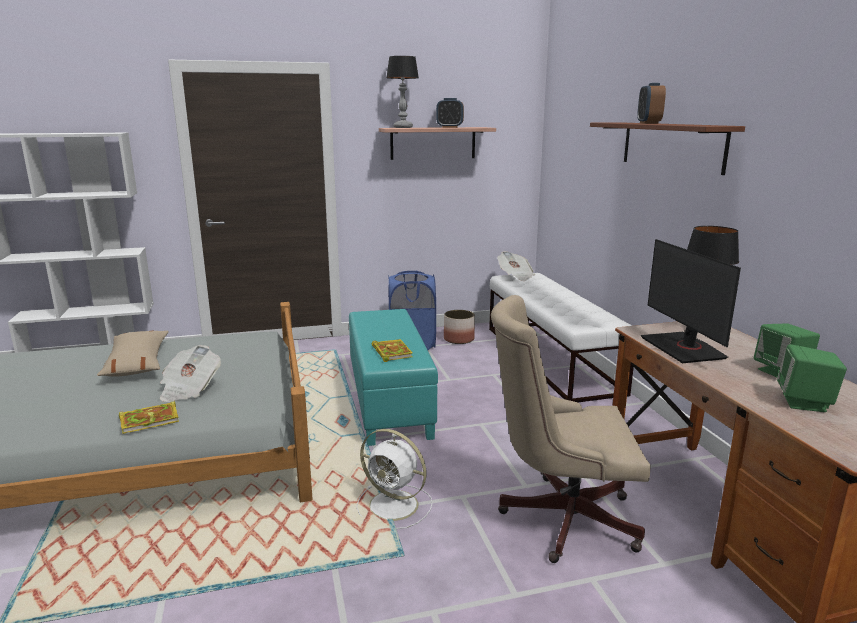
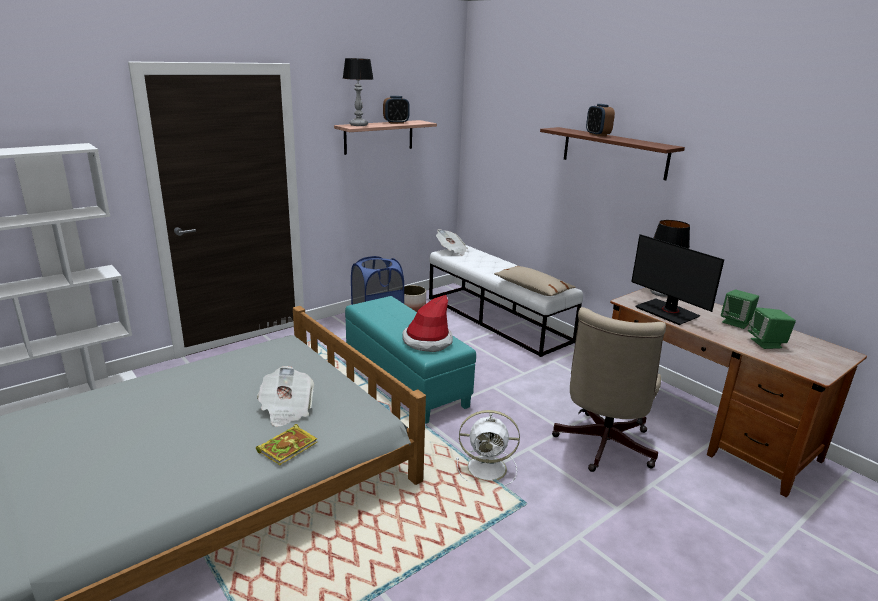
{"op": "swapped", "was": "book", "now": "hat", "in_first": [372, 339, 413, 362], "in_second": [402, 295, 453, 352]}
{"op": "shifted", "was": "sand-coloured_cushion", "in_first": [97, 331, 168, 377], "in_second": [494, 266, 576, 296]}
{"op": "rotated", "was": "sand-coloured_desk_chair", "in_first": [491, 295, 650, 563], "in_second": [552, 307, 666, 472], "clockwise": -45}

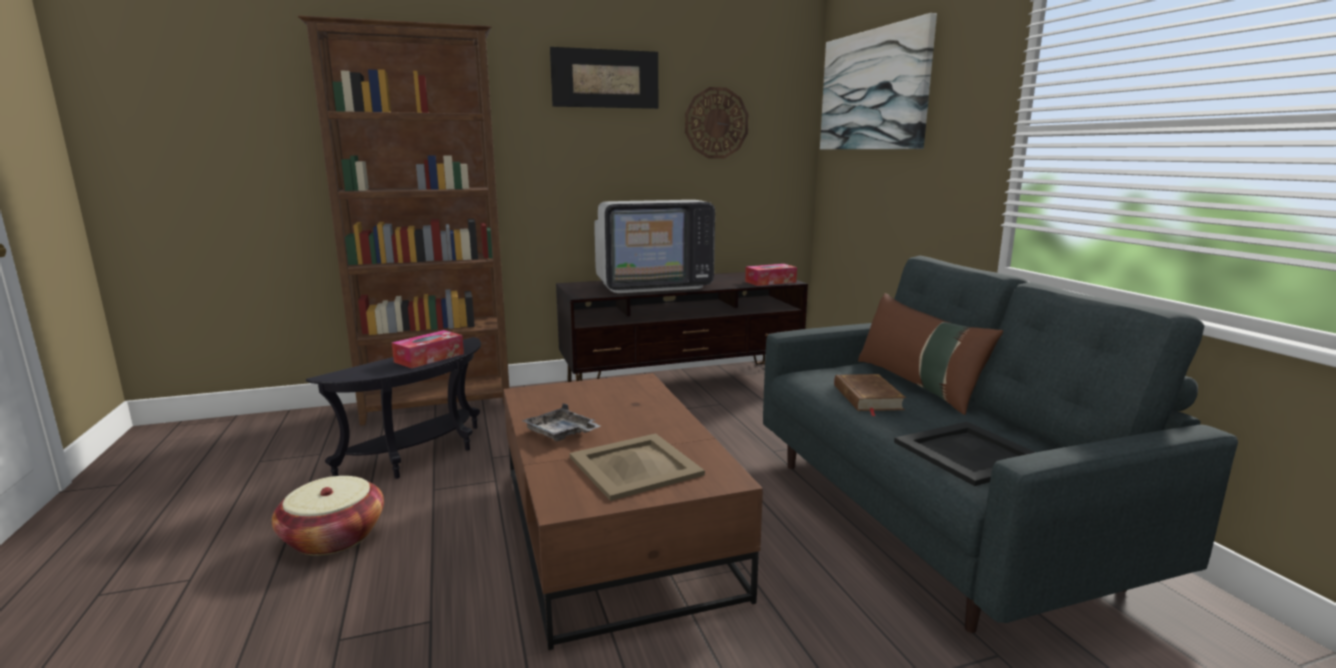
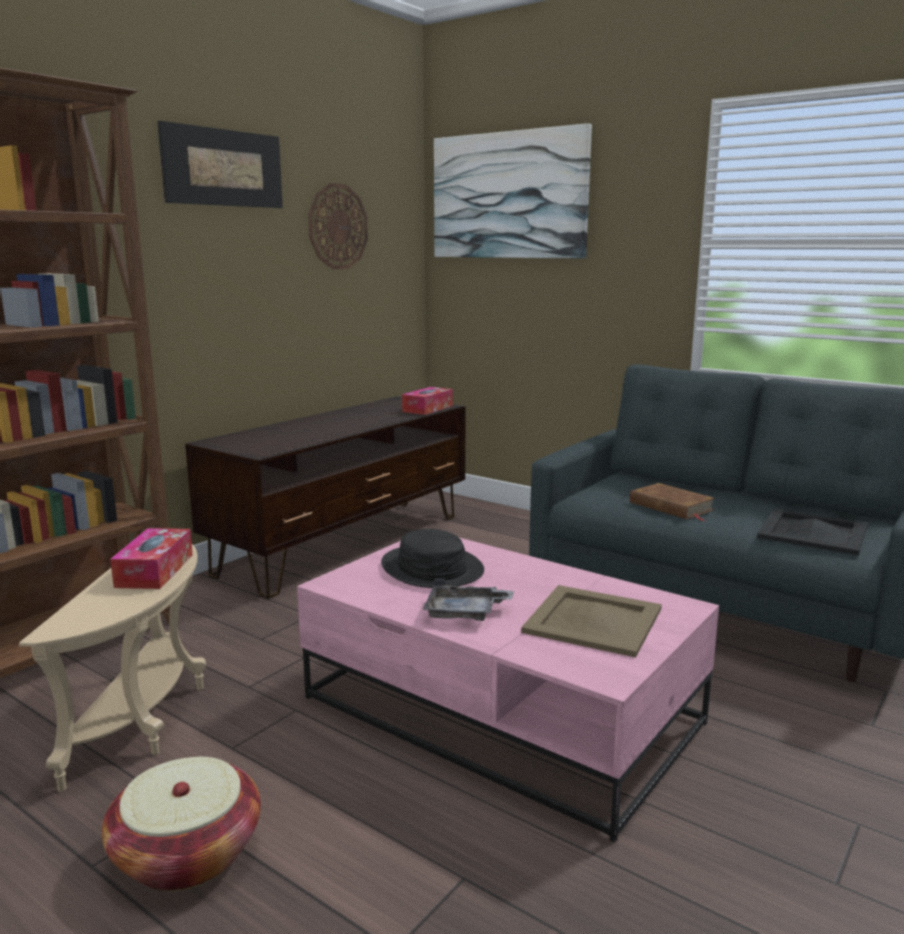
{"op": "repainted", "was": "blackish_side_table", "now": "sand-coloured_side_table", "in_first": [306, 337, 481, 479], "in_second": [19, 544, 206, 792]}
{"op": "repainted", "was": "brown_lounge_table", "now": "pink-coloured_lounge_table", "in_first": [503, 373, 763, 650], "in_second": [297, 538, 719, 842]}
{"op": "new", "now": "blackish_hat", "in_second": [381, 529, 484, 588]}
{"op": "gone", "was": "TV", "in_first": [594, 200, 715, 293]}
{"op": "gone", "was": "brown_cushion", "in_first": [858, 293, 1003, 415]}

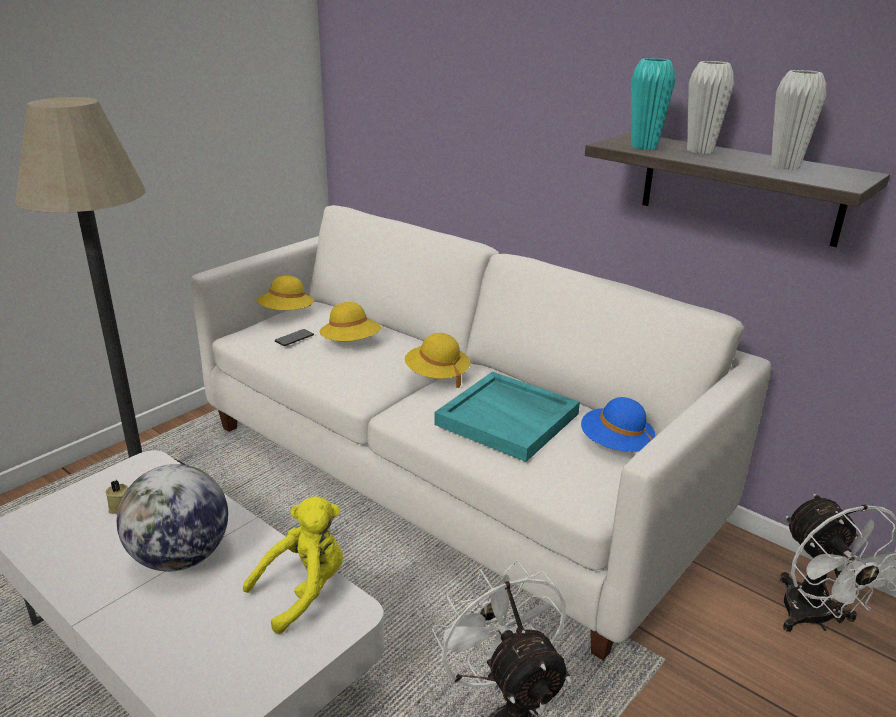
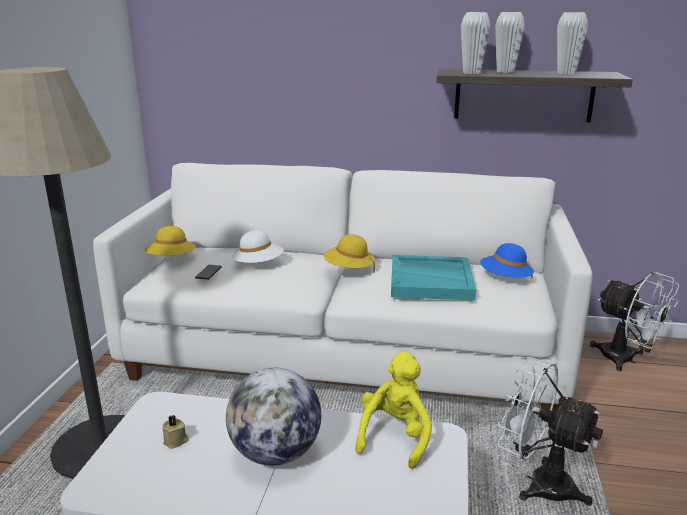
{"op": "repainted", "was": "yellow_hat", "now": "white_hat", "in_first": [319, 302, 381, 341], "in_second": [232, 230, 284, 263]}
{"op": "repainted", "was": "turquoise-coloured_vase", "now": "white_vase", "in_first": [631, 58, 675, 150], "in_second": [461, 12, 491, 74]}

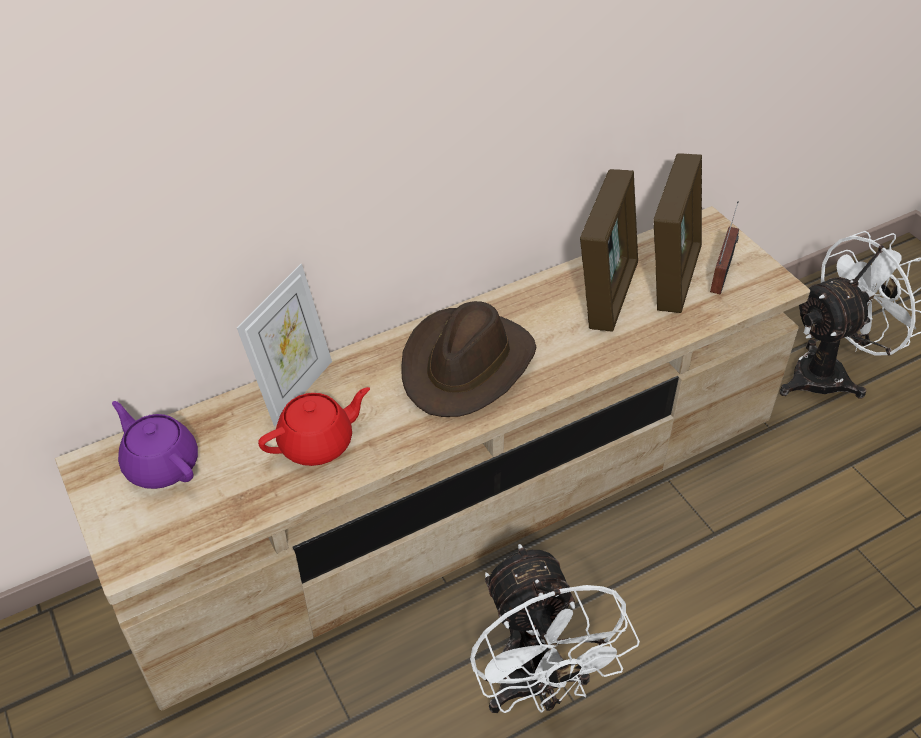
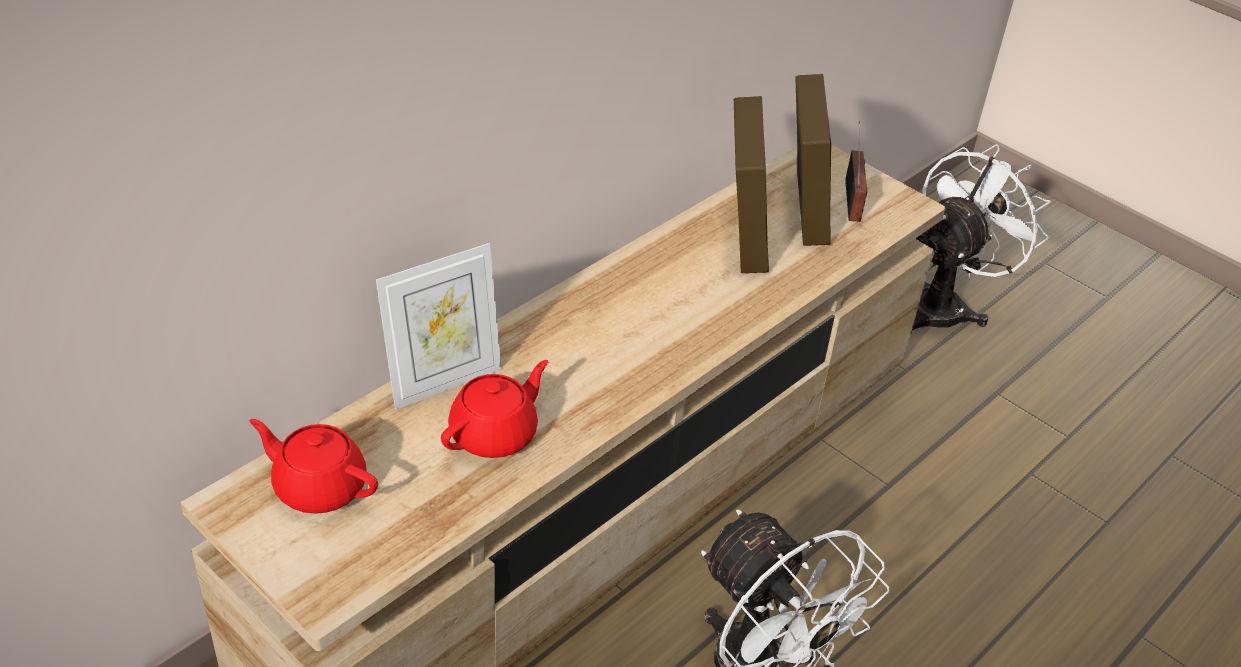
{"op": "repainted", "was": "purplish_tea_pot", "now": "red-coloured_tea_pot", "in_first": [112, 401, 198, 489], "in_second": [249, 419, 378, 514]}
{"op": "rotated", "was": "photo_frame", "in_first": [237, 264, 332, 426], "in_second": [376, 243, 502, 409], "clockwise": 45}
{"op": "gone", "was": "brown_hat", "in_first": [401, 301, 536, 417]}

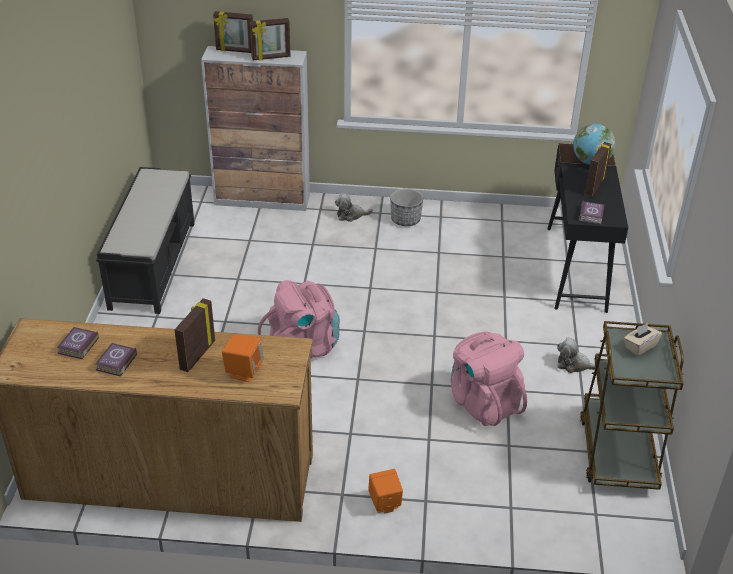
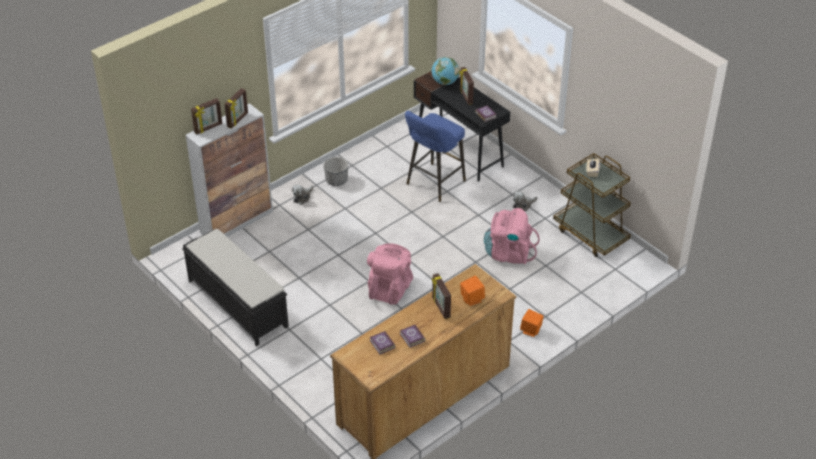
{"op": "new", "now": "blue-coloured_stool_seat", "in_second": [405, 111, 466, 202]}

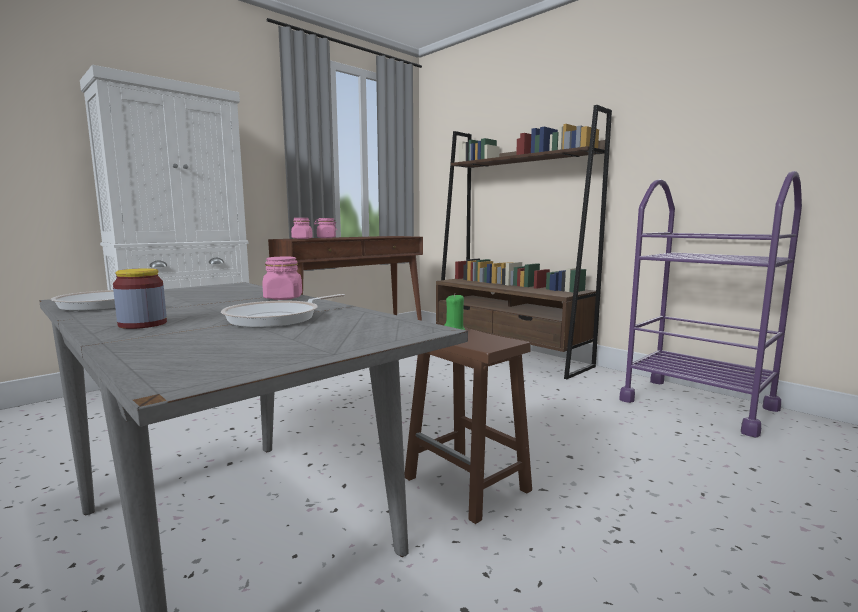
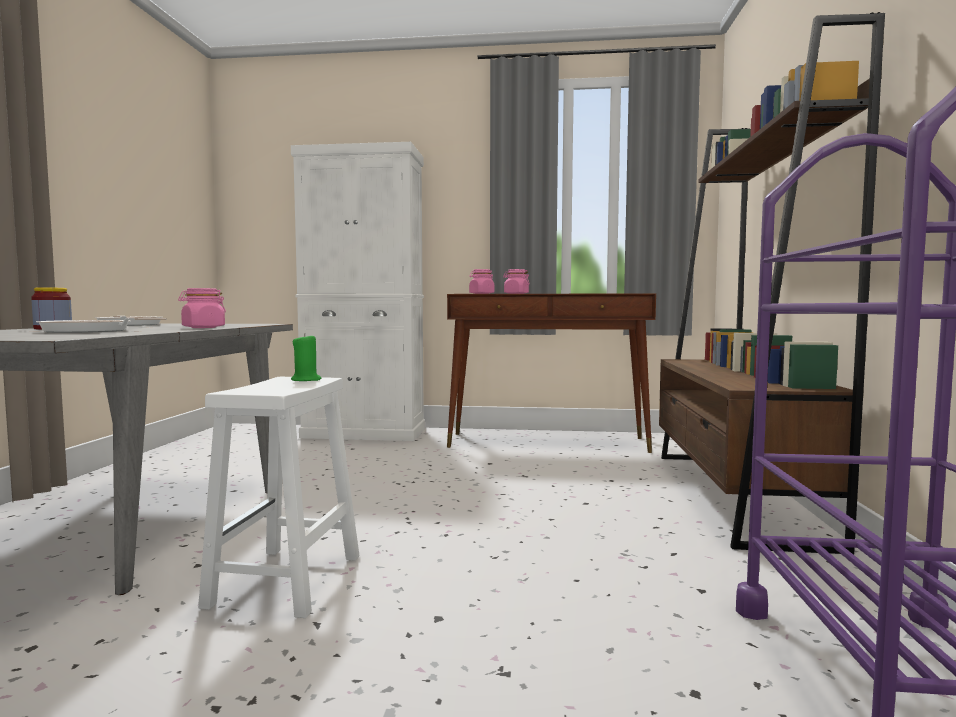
{"op": "repainted", "was": "brown_stool_seat", "now": "white_stool_seat", "in_first": [405, 327, 532, 524], "in_second": [198, 377, 359, 618]}

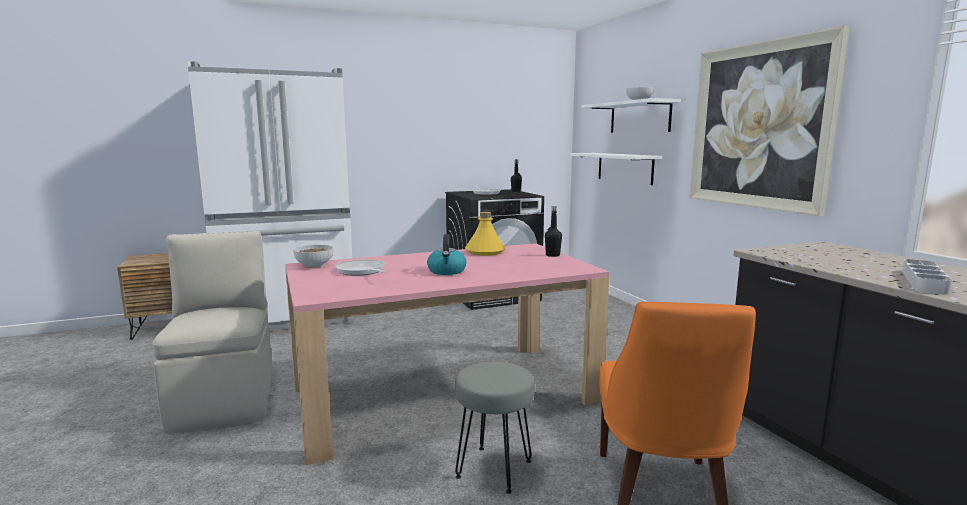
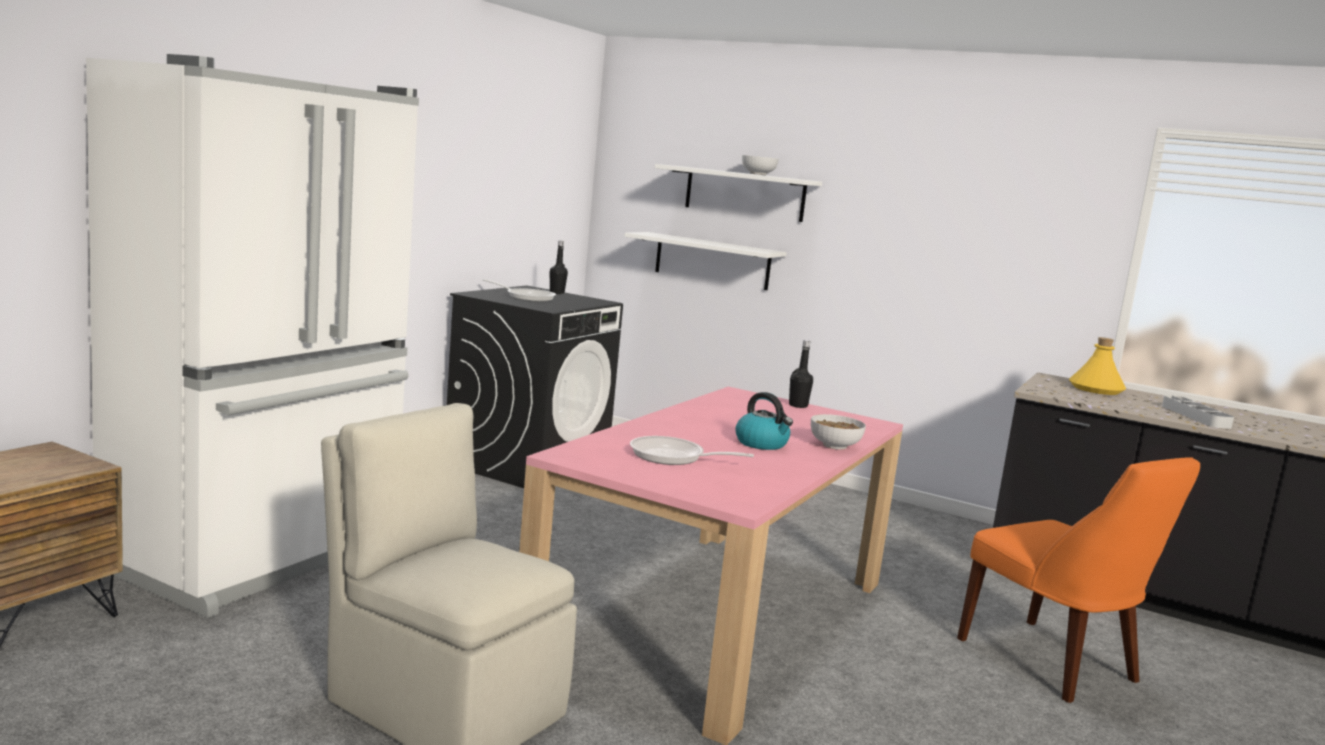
{"op": "shifted", "was": "bowl", "in_first": [293, 245, 333, 268], "in_second": [811, 414, 866, 450]}
{"op": "shifted", "was": "yellow_bottle", "in_first": [465, 212, 506, 256], "in_second": [1069, 337, 1126, 395]}
{"op": "gone", "was": "gray_stool_seat", "in_first": [455, 362, 535, 494]}
{"op": "gone", "was": "picture", "in_first": [689, 26, 849, 216]}

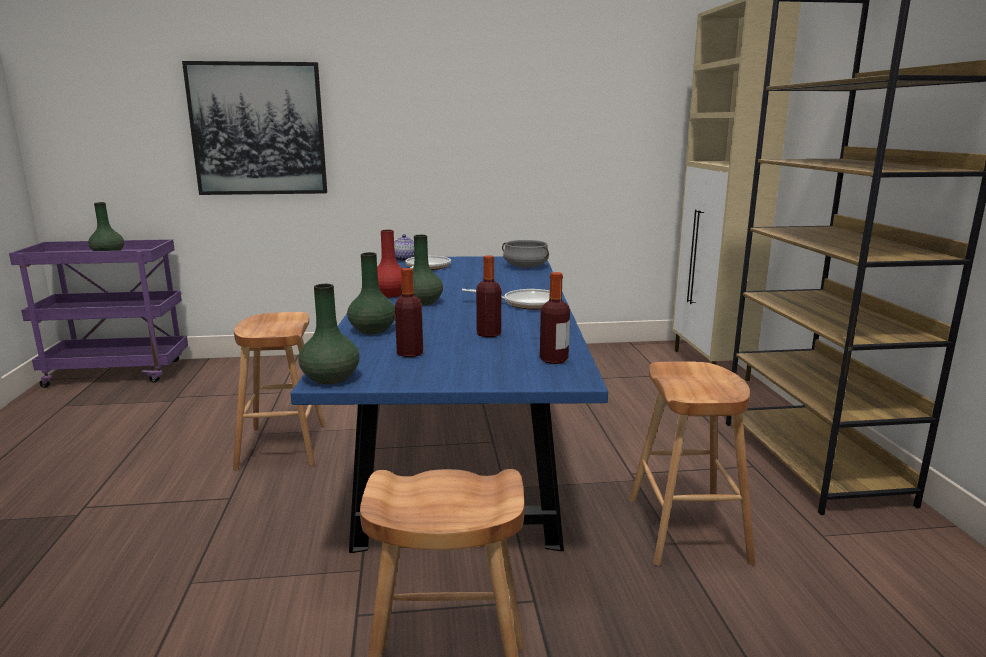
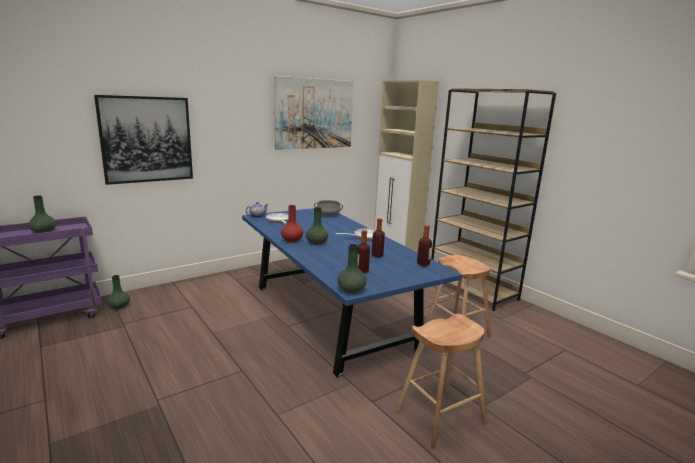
{"op": "shifted", "was": "greenish_vase", "in_first": [347, 252, 395, 334], "in_second": [107, 275, 130, 309]}
{"op": "new", "now": "picture", "in_second": [274, 76, 353, 150]}
{"op": "gone", "was": "brown_stool_seat", "in_first": [233, 312, 326, 470]}

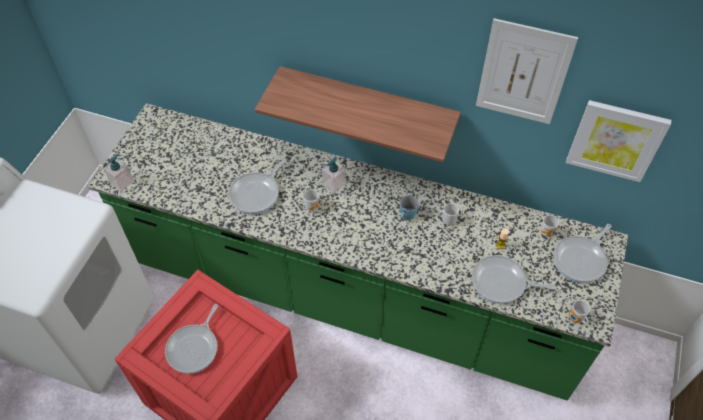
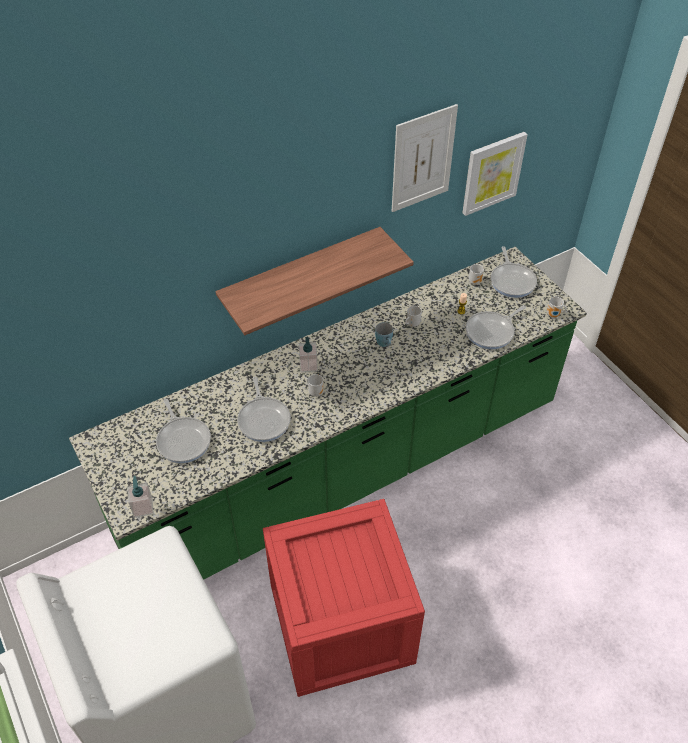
{"op": "shifted", "was": "skillet", "in_first": [165, 304, 218, 374], "in_second": [156, 399, 211, 463]}

